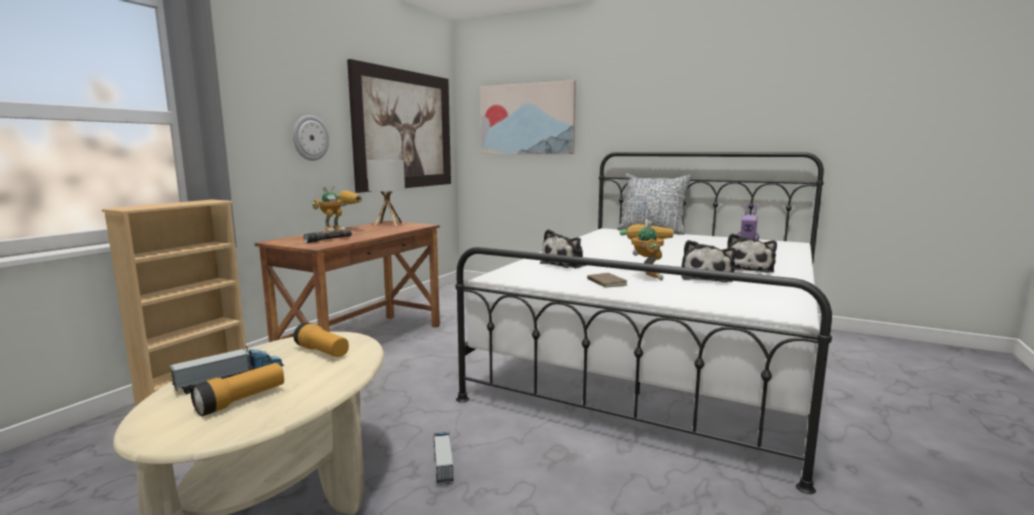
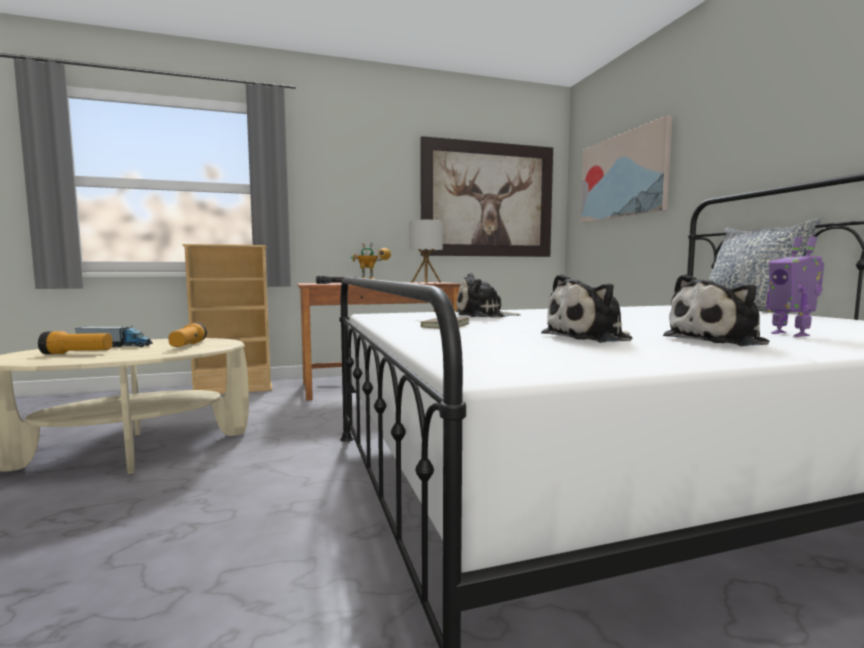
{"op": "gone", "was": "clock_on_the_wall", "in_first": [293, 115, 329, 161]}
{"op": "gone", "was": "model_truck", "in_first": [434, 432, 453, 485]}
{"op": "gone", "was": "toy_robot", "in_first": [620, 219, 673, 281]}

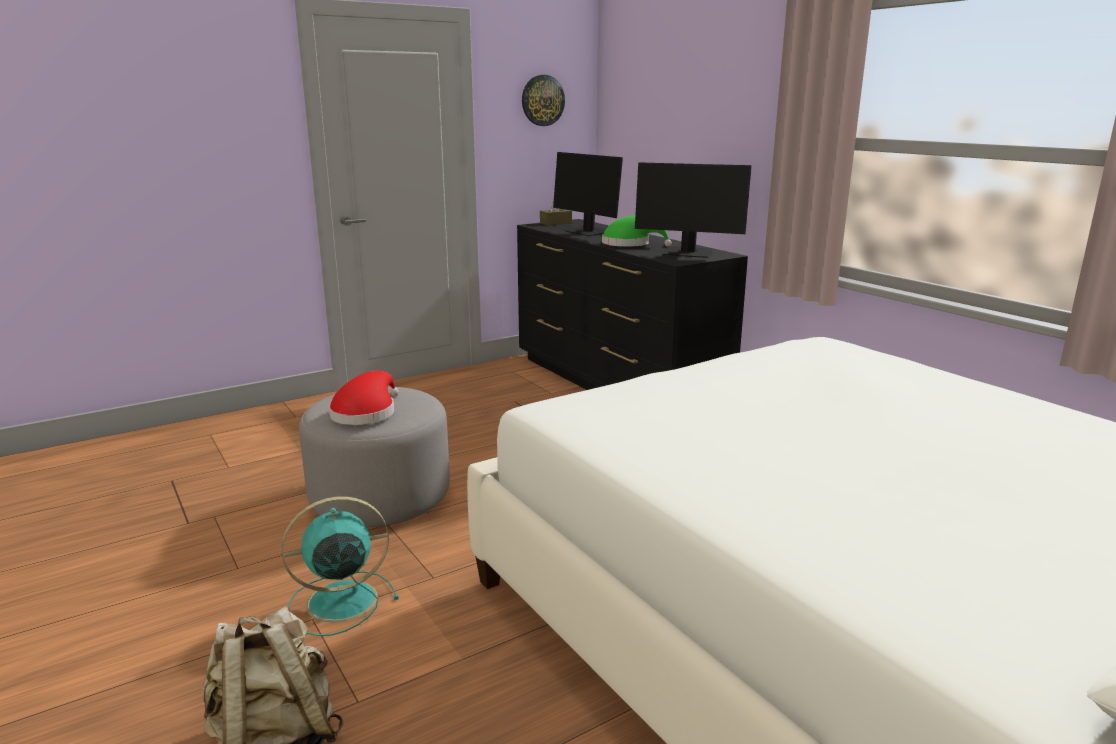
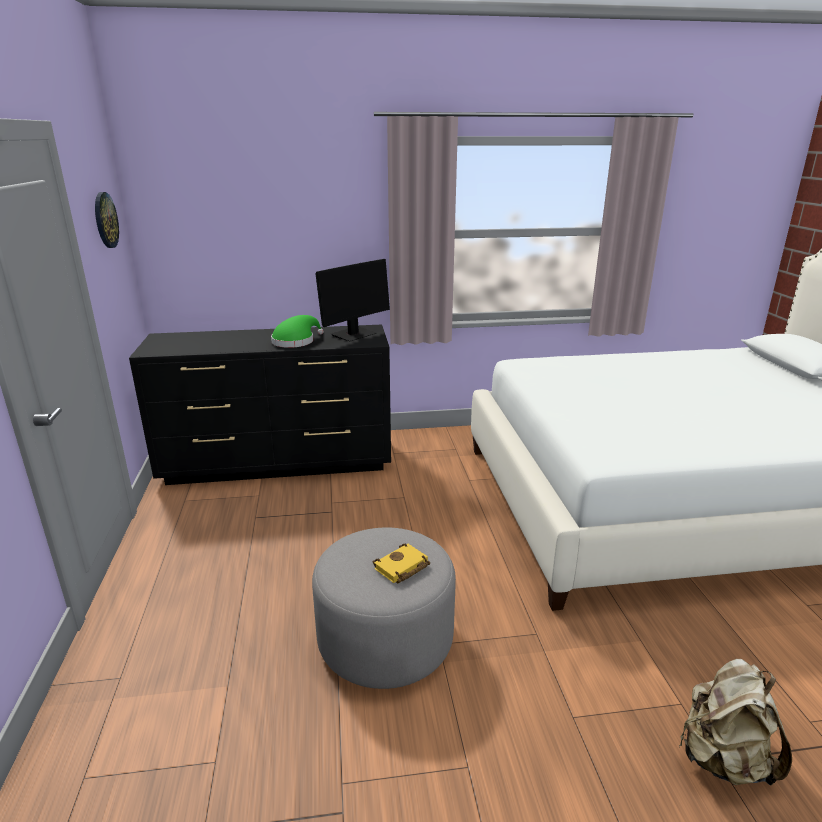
{"op": "swapped", "was": "red-coloured_hat", "now": "yellow_book", "in_first": [329, 371, 399, 425], "in_second": [373, 544, 430, 584]}
{"op": "gone", "was": "turquoise-coloured_cooling_fan", "in_first": [281, 496, 399, 636]}
{"op": "gone", "was": "brown_tissue_holder", "in_first": [540, 202, 572, 225]}
{"op": "gone", "was": "monitor", "in_first": [553, 152, 623, 236]}

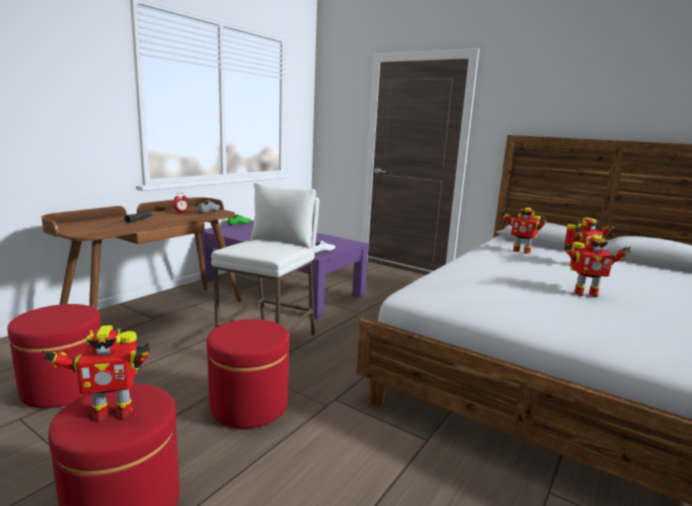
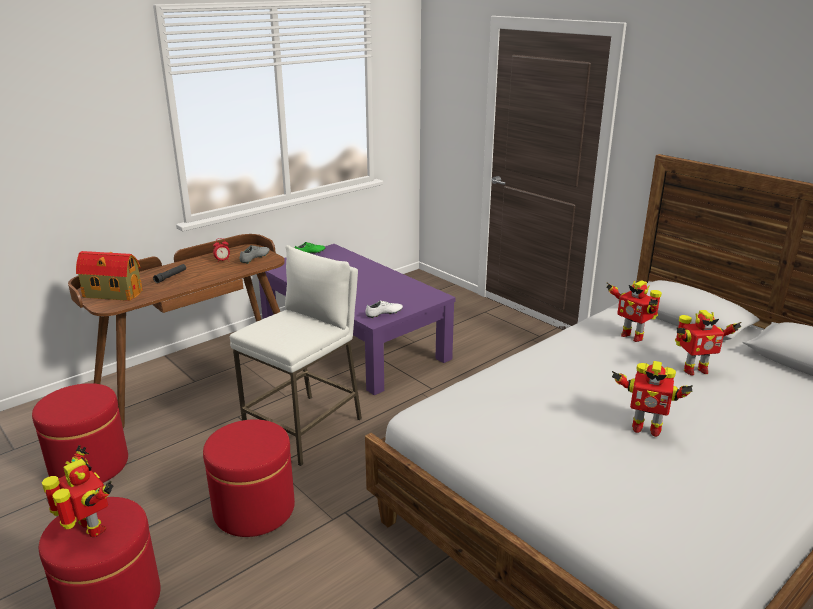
{"op": "rotated", "was": "toy_robot", "in_first": [42, 325, 150, 423], "in_second": [42, 445, 114, 537], "clockwise": -135}
{"op": "new", "now": "model_house", "in_second": [76, 251, 143, 301]}

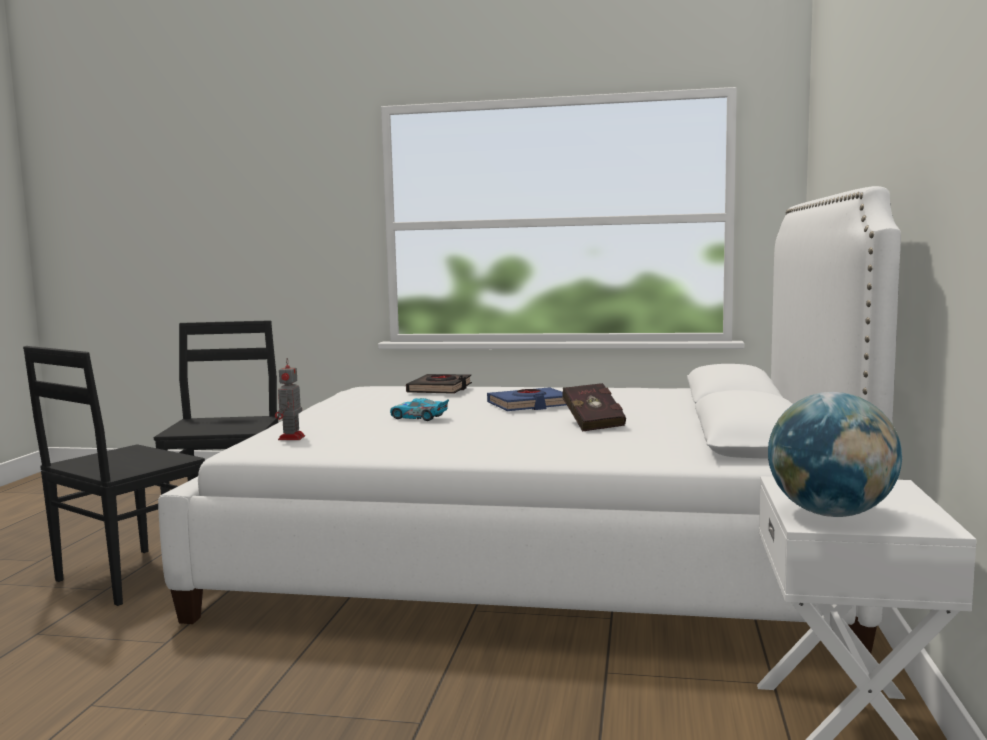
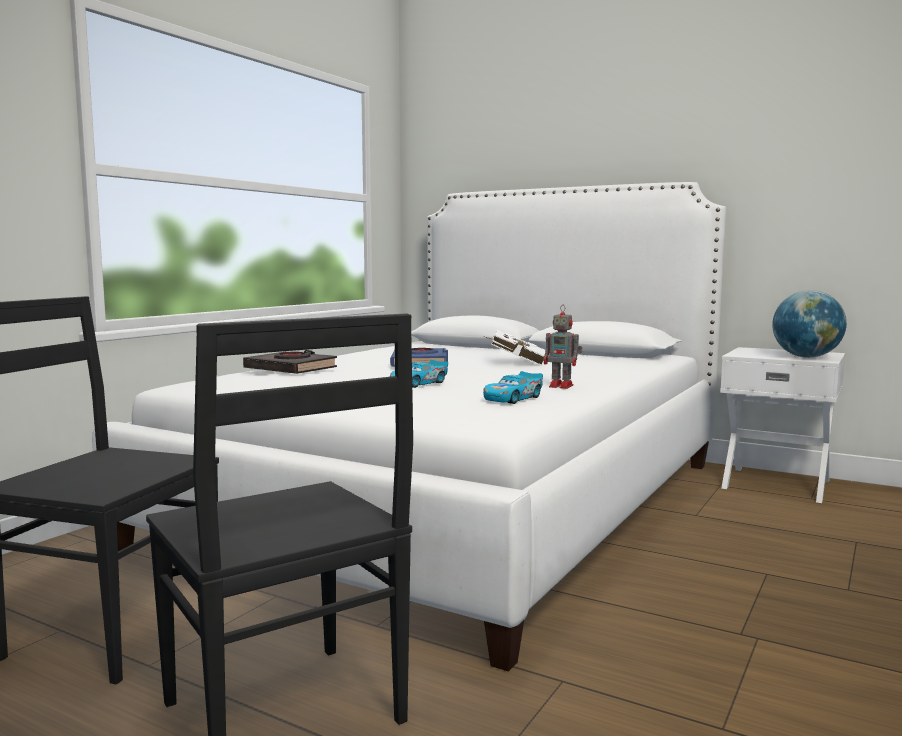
{"op": "new", "now": "toy_car", "in_second": [483, 371, 543, 404]}
{"op": "repainted", "was": "red-coloured_book", "now": "white_book", "in_first": [562, 383, 626, 432], "in_second": [484, 330, 545, 366]}
{"op": "shifted", "was": "toy_robot", "in_first": [275, 358, 305, 440], "in_second": [544, 306, 582, 389]}

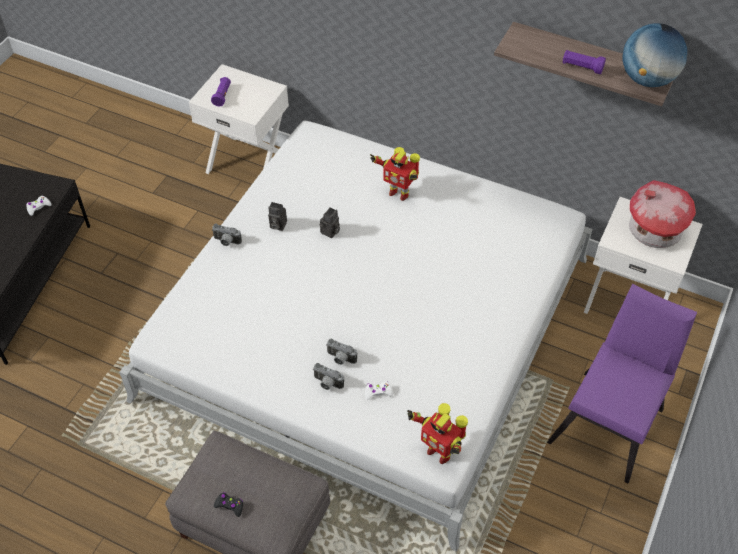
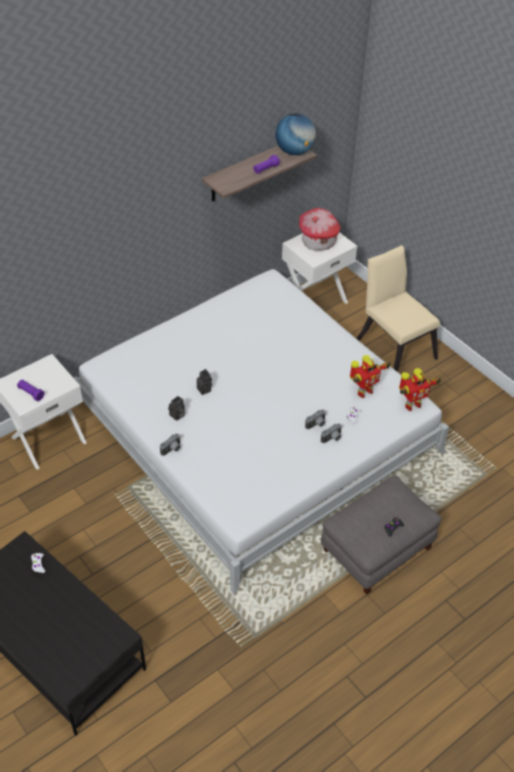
{"op": "shifted", "was": "toy_robot", "in_first": [370, 147, 420, 201], "in_second": [350, 355, 391, 398]}
{"op": "repainted", "was": "purplish_plain_chair", "now": "sand-coloured_plain_chair", "in_first": [547, 284, 697, 483], "in_second": [356, 245, 440, 372]}

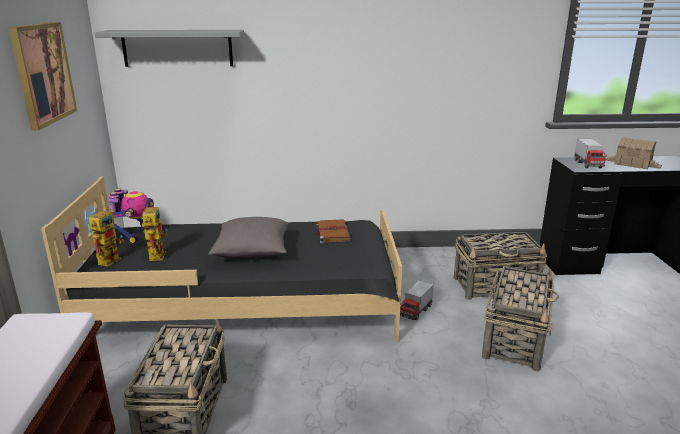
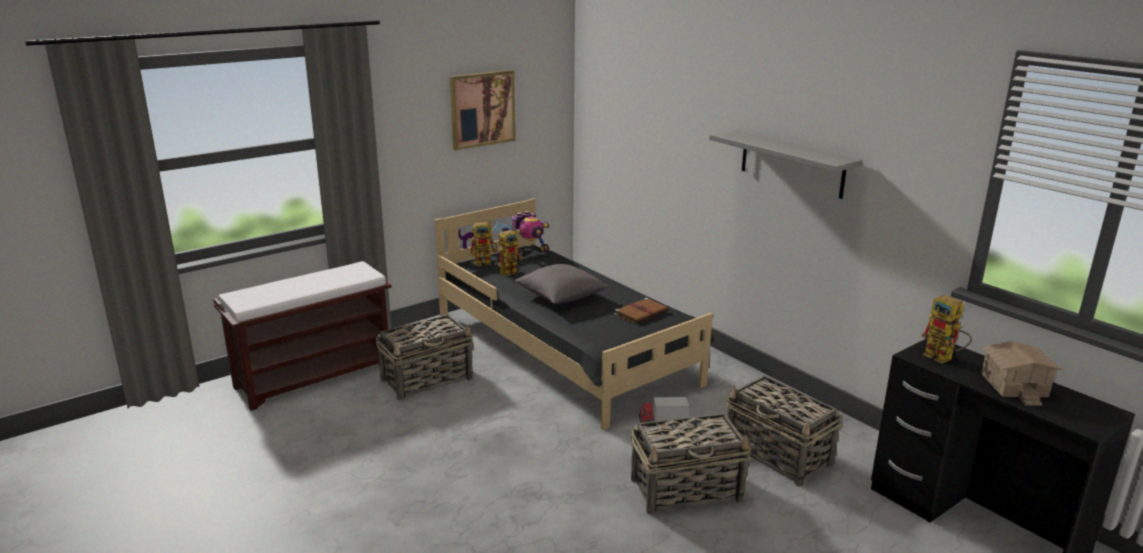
{"op": "shifted", "was": "gray_bracket_shelf", "in_first": [95, 30, 244, 67], "in_second": [709, 130, 862, 199]}
{"op": "swapped", "was": "model_truck", "now": "toy_robot", "in_first": [574, 139, 607, 168], "in_second": [921, 295, 972, 363]}

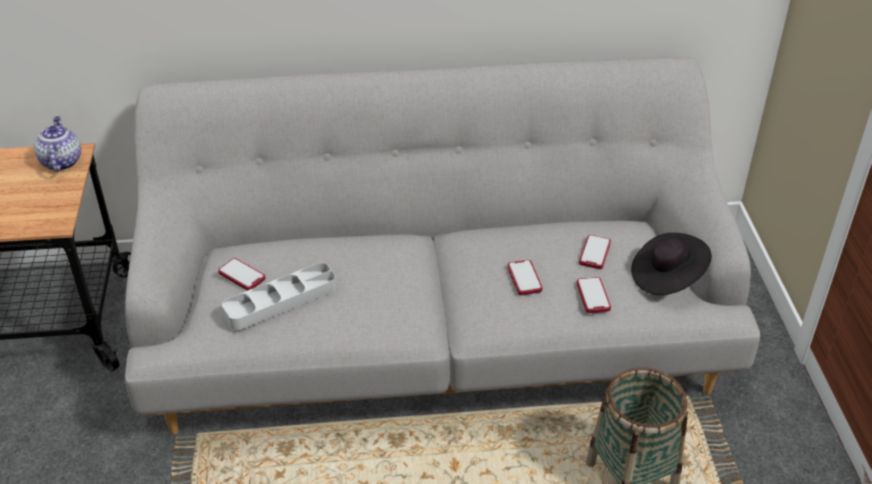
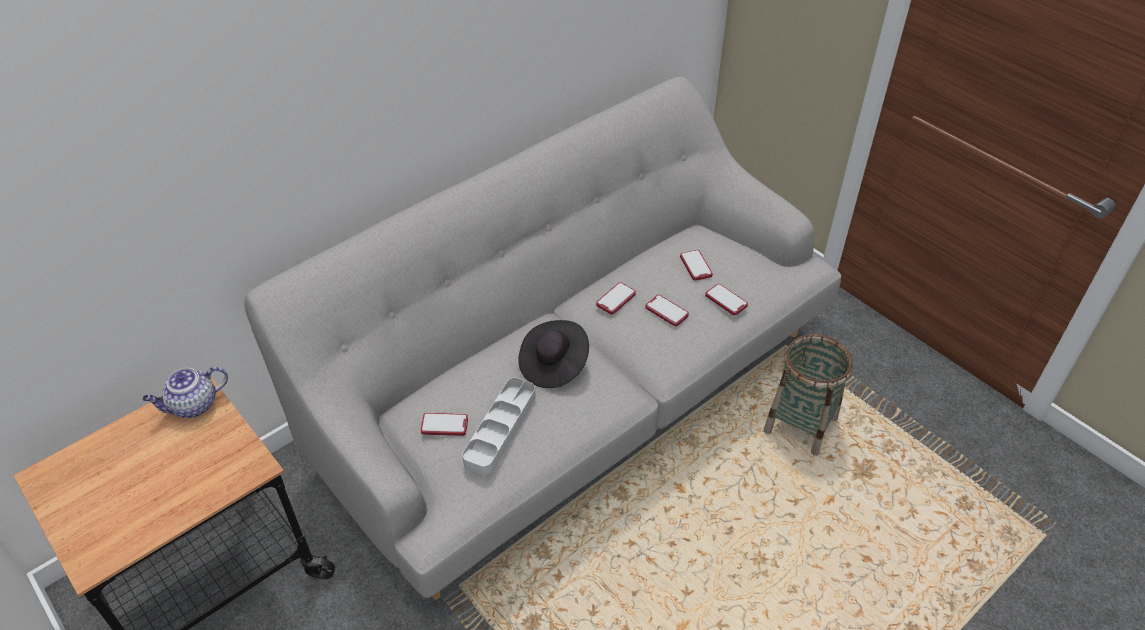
{"op": "rotated", "was": "tea_pot", "in_first": [34, 116, 81, 172], "in_second": [142, 366, 228, 418], "clockwise": -75}
{"op": "shifted", "was": "blackish_hat", "in_first": [631, 233, 712, 295], "in_second": [518, 320, 589, 388]}
{"op": "new", "now": "phone", "in_second": [596, 282, 636, 315]}

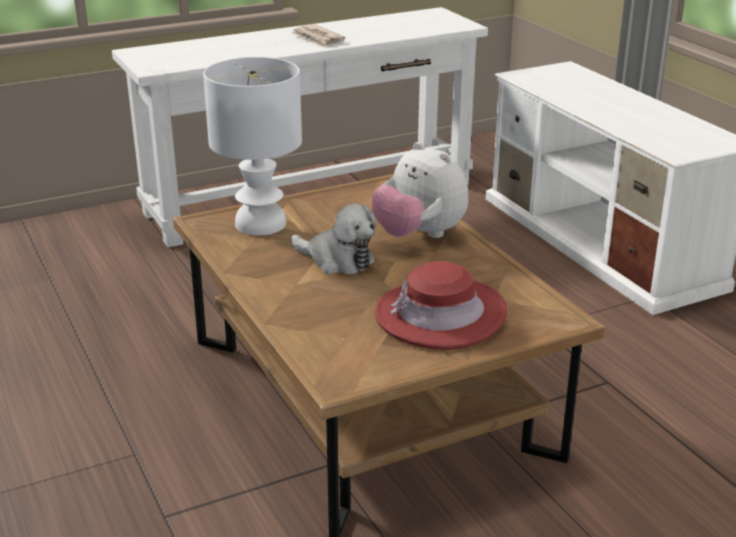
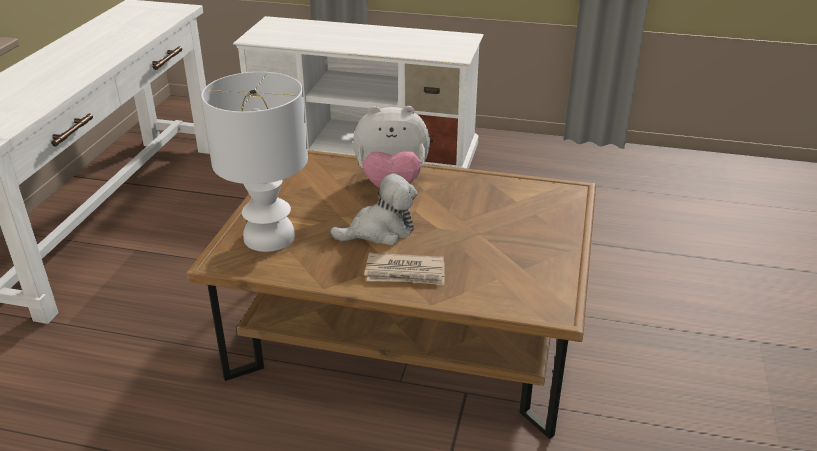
{"op": "shifted", "was": "daily_paper", "in_first": [291, 24, 345, 47], "in_second": [364, 253, 445, 285]}
{"op": "gone", "was": "red-coloured_hat", "in_first": [375, 261, 507, 350]}

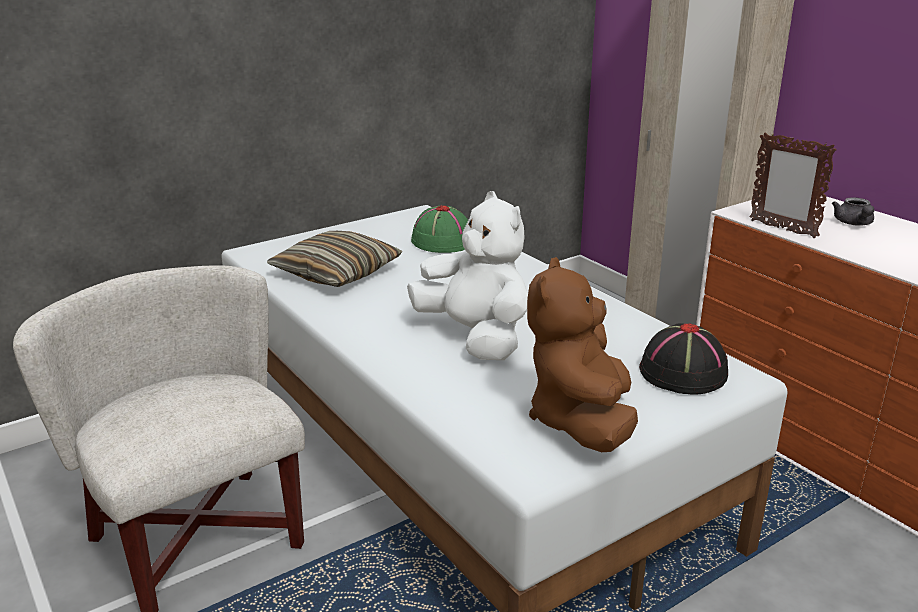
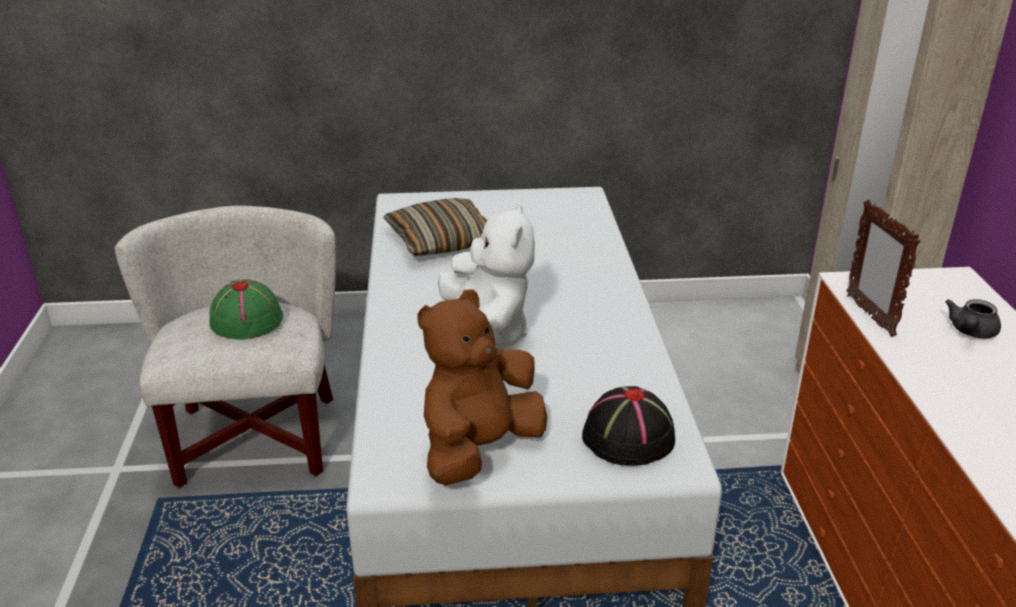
{"op": "shifted", "was": "greenish_hat", "in_first": [411, 205, 468, 253], "in_second": [209, 279, 283, 340]}

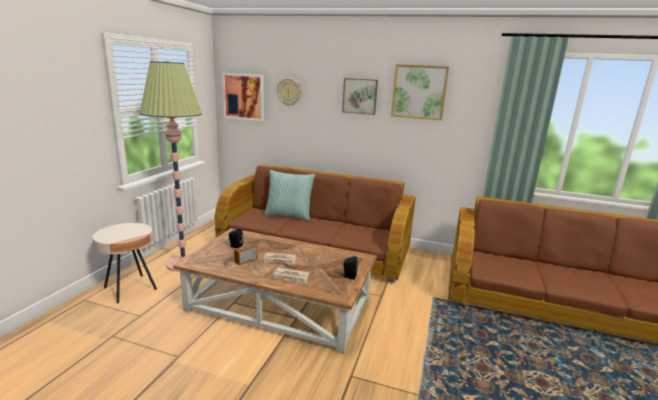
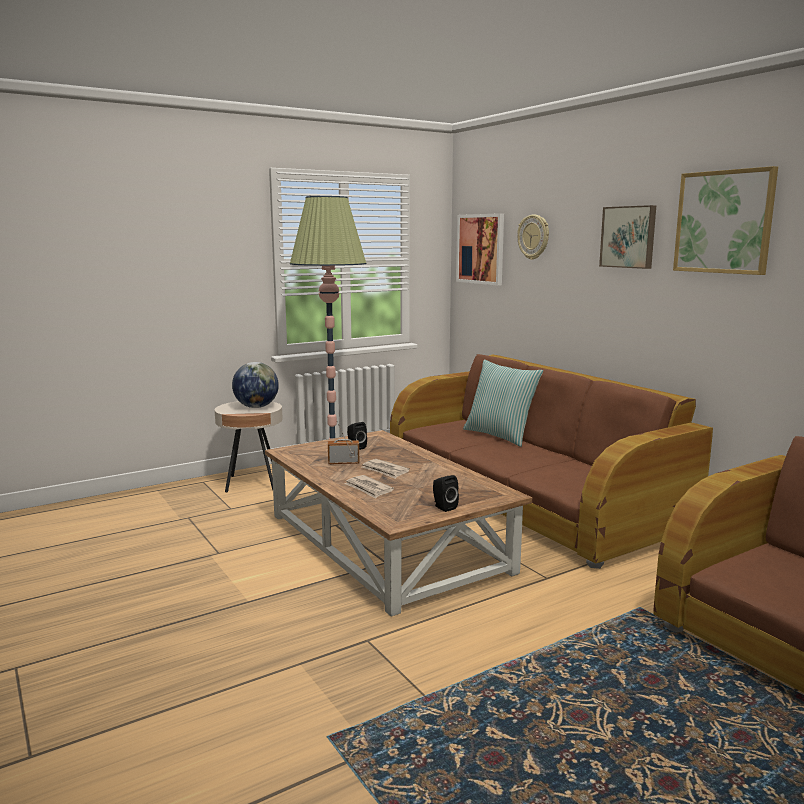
{"op": "new", "now": "desk_globe", "in_second": [232, 362, 279, 408]}

